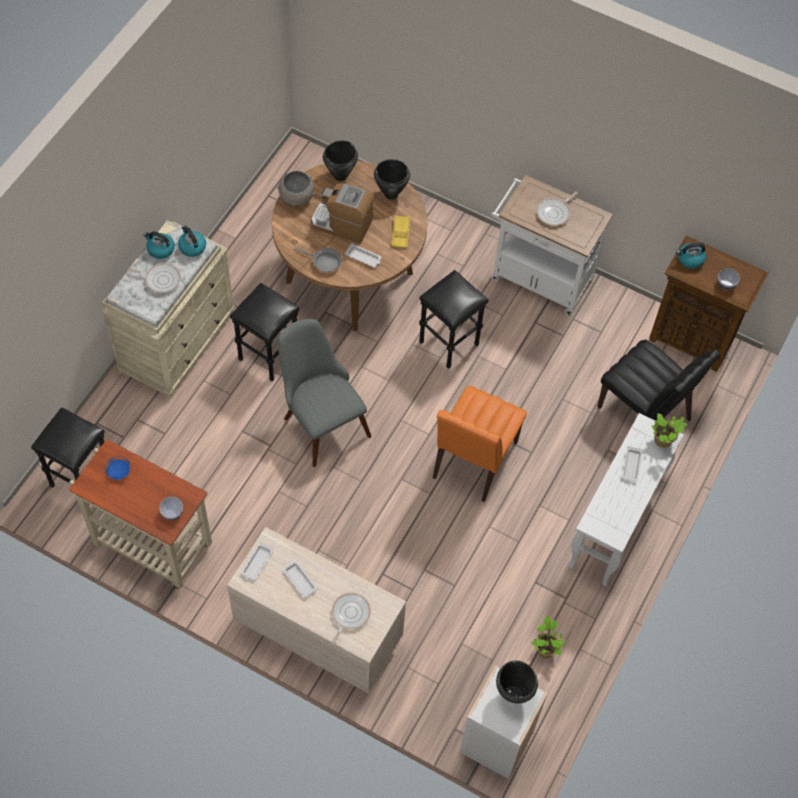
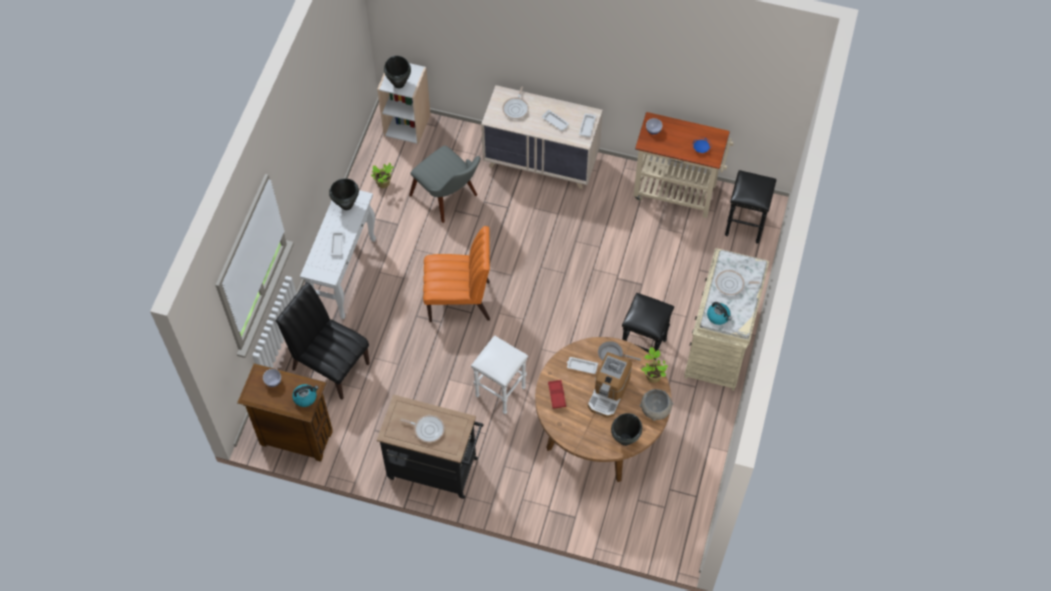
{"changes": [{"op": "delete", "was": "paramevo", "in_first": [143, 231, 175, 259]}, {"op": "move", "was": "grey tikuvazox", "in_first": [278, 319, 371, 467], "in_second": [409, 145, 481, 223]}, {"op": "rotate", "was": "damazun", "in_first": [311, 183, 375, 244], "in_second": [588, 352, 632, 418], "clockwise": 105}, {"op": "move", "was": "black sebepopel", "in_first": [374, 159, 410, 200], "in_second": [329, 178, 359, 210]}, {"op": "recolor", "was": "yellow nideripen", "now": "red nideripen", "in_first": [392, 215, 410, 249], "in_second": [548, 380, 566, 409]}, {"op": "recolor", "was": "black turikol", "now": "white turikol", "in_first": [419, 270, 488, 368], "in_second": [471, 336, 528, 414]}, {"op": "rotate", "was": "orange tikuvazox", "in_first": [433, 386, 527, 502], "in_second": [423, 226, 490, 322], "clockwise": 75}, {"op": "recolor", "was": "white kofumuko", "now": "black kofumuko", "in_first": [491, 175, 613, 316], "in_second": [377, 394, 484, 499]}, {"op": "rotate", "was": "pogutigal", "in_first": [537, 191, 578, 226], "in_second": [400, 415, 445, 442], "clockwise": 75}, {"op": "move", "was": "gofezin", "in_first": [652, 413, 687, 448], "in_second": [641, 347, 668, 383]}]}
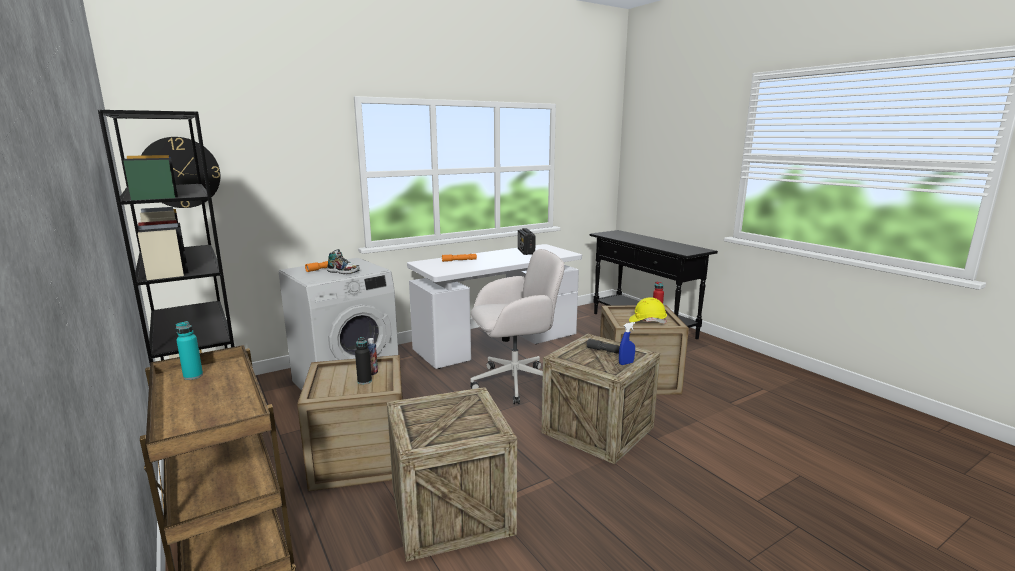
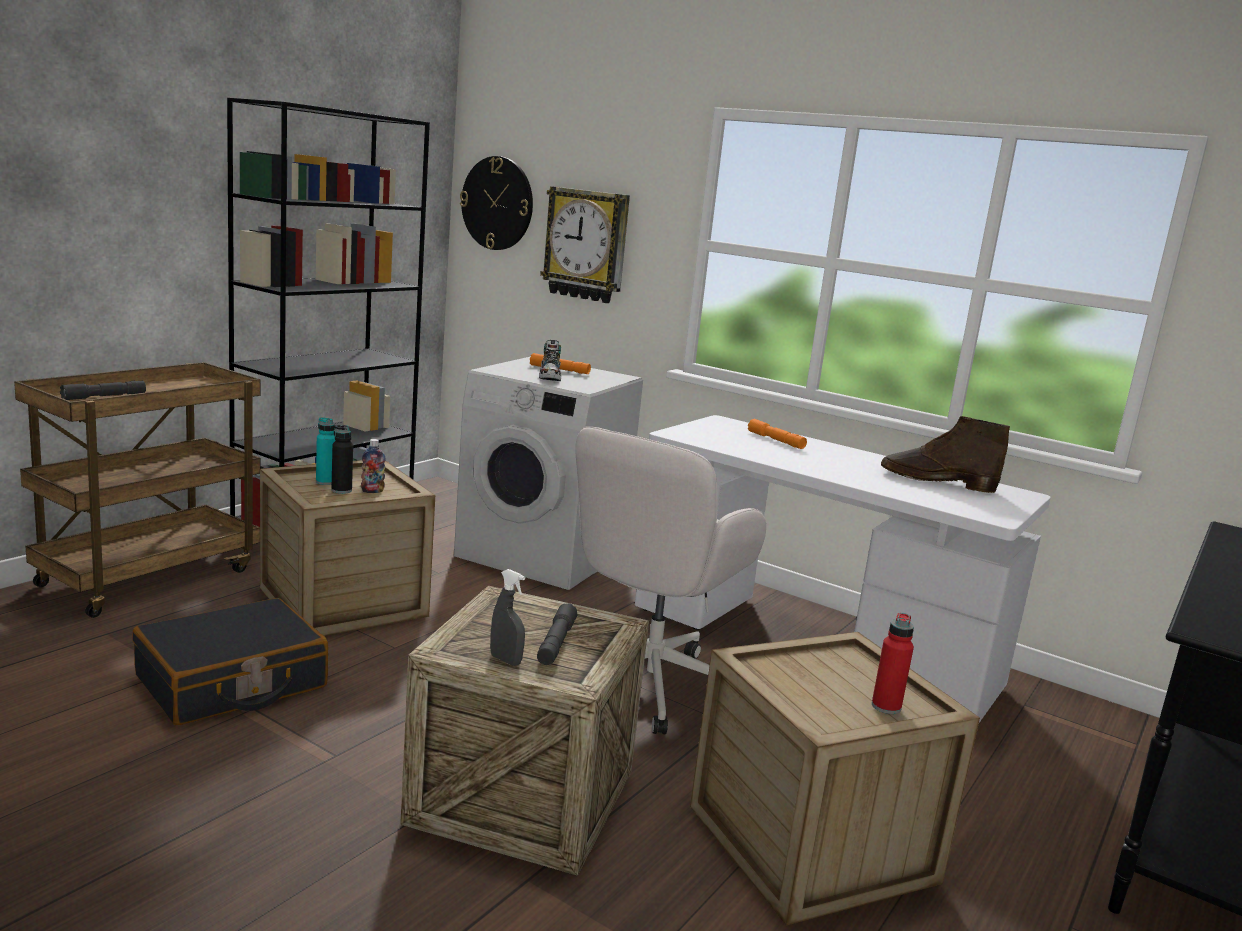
{"changes": [{"op": "move", "was": "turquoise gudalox", "in_first": [176, 321, 203, 380], "in_second": [316, 417, 335, 485]}, {"op": "replace", "was": "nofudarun", "now": "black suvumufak", "in_first": [387, 387, 517, 562], "in_second": [132, 598, 328, 725]}, {"op": "rotate", "was": "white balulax", "in_first": [470, 249, 565, 404], "in_second": [575, 426, 766, 734], "clockwise": 75}, {"op": "replace", "was": "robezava", "now": "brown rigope", "in_first": [518, 228, 536, 255], "in_second": [881, 416, 1010, 493]}, {"op": "recolor", "was": "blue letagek", "now": "grey letagek", "in_first": [619, 322, 635, 365], "in_second": [490, 569, 525, 666]}, {"op": "delete", "was": "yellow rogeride", "in_first": [629, 297, 667, 324]}, {"op": "insert", "now": "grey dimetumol", "in_second": [60, 381, 146, 400]}, {"op": "insert", "now": "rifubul", "in_second": [540, 186, 630, 303]}]}
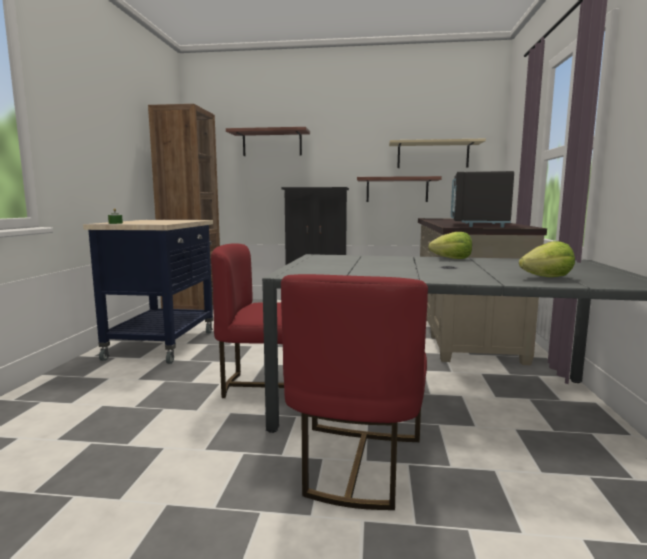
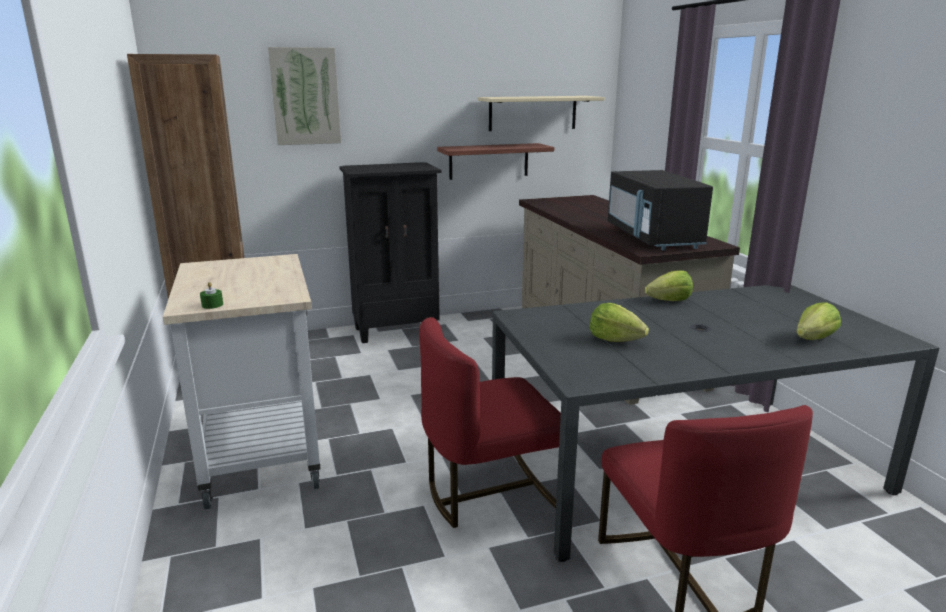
{"changes": [{"op": "recolor", "was": "blue kofumuko", "now": "white kofumuko", "in_first": [83, 220, 213, 364], "in_second": [163, 254, 320, 509]}, {"op": "replace", "was": "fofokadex", "now": "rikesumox", "in_first": [226, 127, 310, 156], "in_second": [268, 47, 341, 145]}, {"op": "insert", "now": "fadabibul", "in_second": [590, 303, 649, 342]}]}
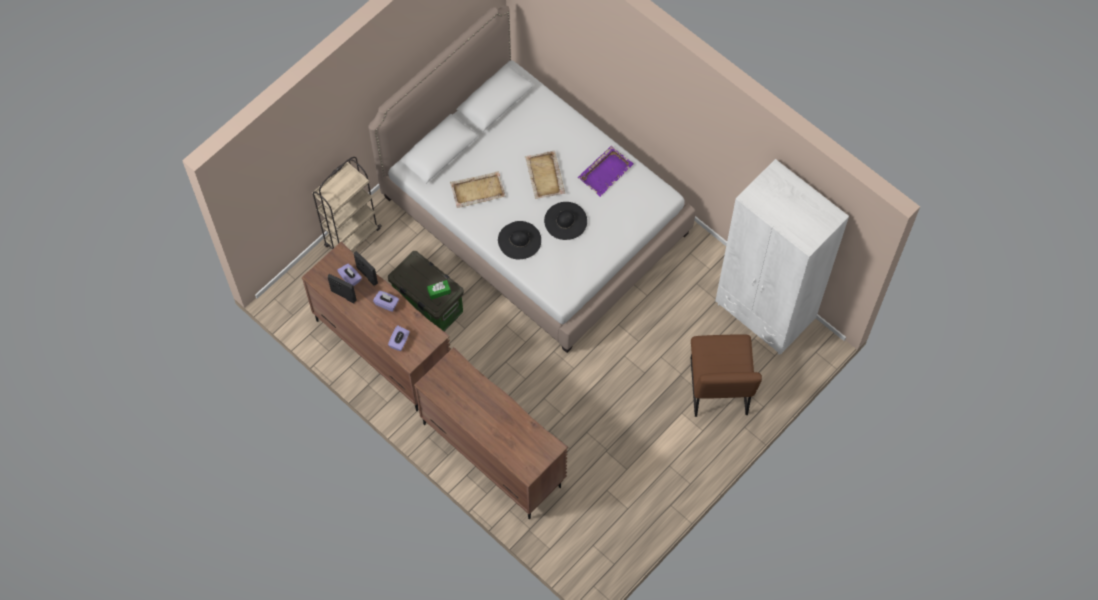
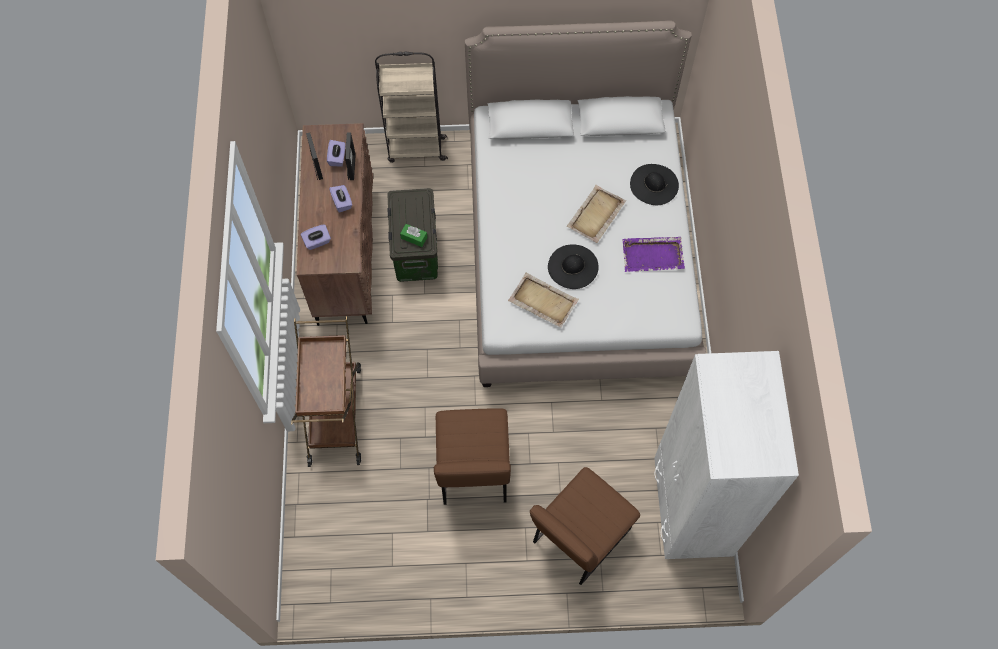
{"changes": [{"op": "replace", "was": "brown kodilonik", "now": "brown kofumuko", "in_first": [414, 347, 568, 519], "in_second": [291, 316, 362, 467]}, {"op": "move", "was": "beige nideripen", "in_first": [450, 171, 506, 208], "in_second": [508, 273, 579, 328]}, {"op": "move", "was": "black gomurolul", "in_first": [498, 221, 541, 259], "in_second": [630, 164, 679, 205]}, {"op": "insert", "now": "brown tikuvazox", "in_second": [434, 408, 511, 505]}]}
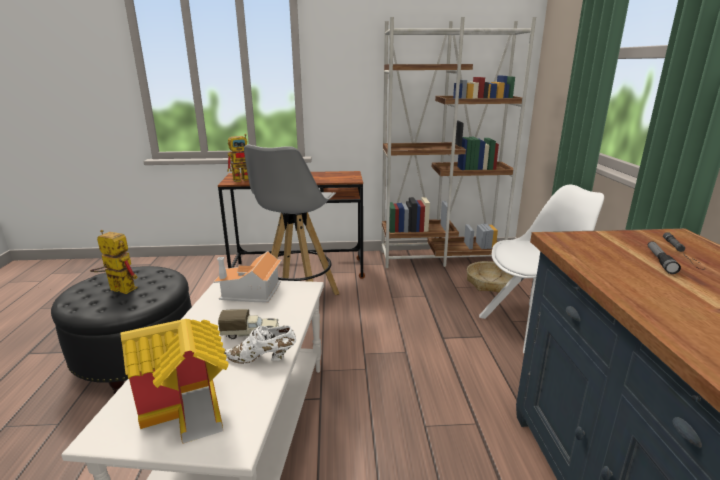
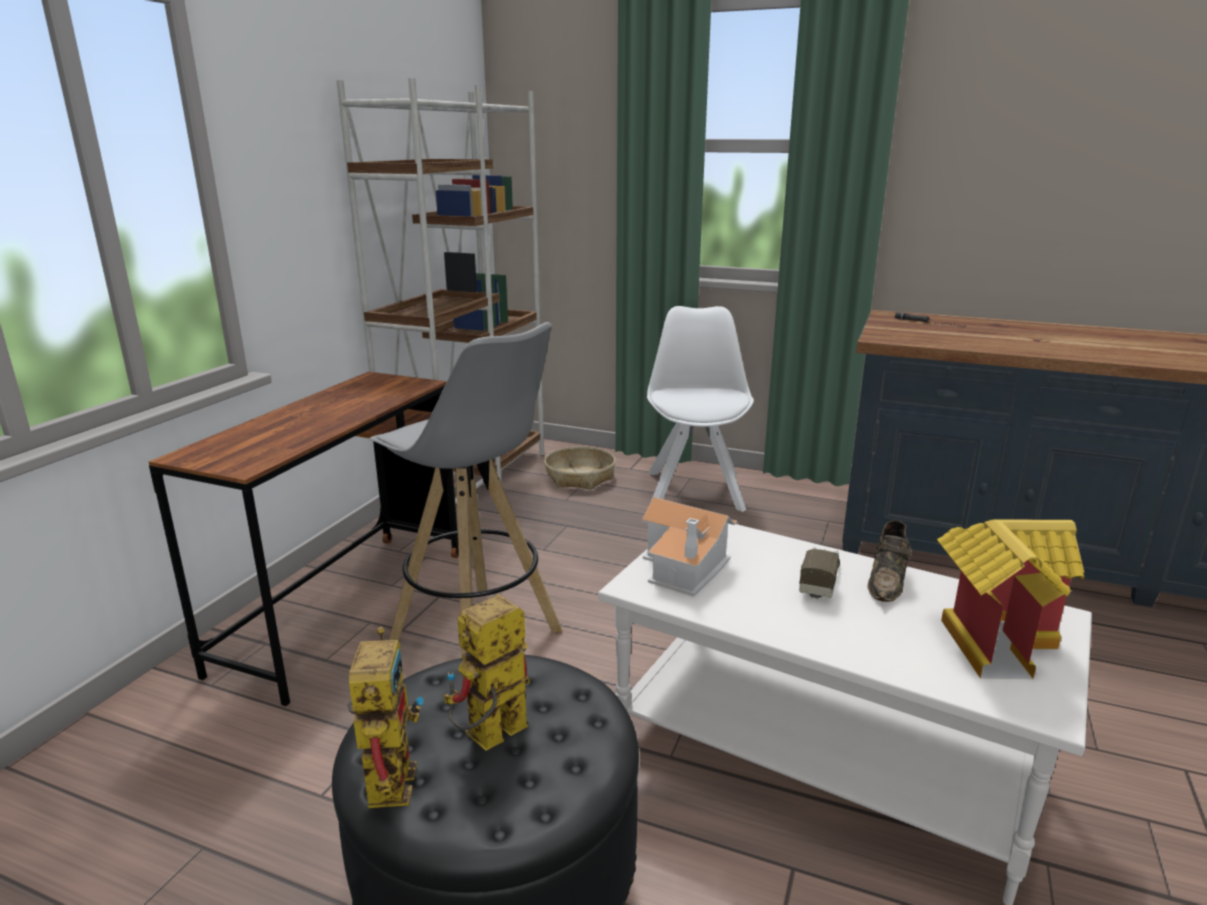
{"changes": [{"op": "recolor", "was": "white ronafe", "now": "brown ronafe", "in_first": [224, 326, 296, 364], "in_second": [867, 520, 912, 602]}, {"op": "move", "was": "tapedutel", "in_first": [227, 134, 249, 182], "in_second": [348, 627, 424, 808]}, {"op": "delete", "was": "dimetumol", "in_first": [648, 241, 681, 274]}]}
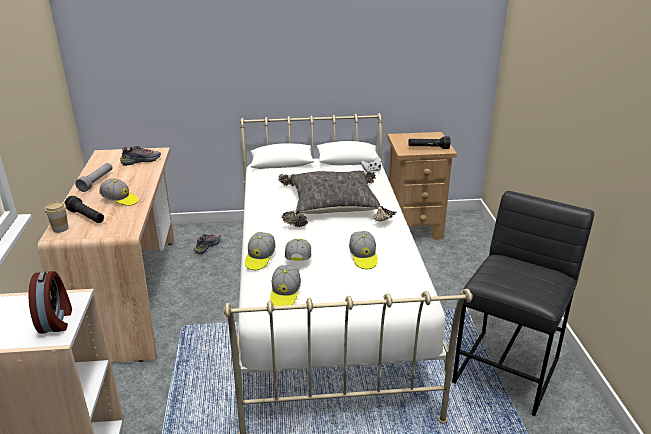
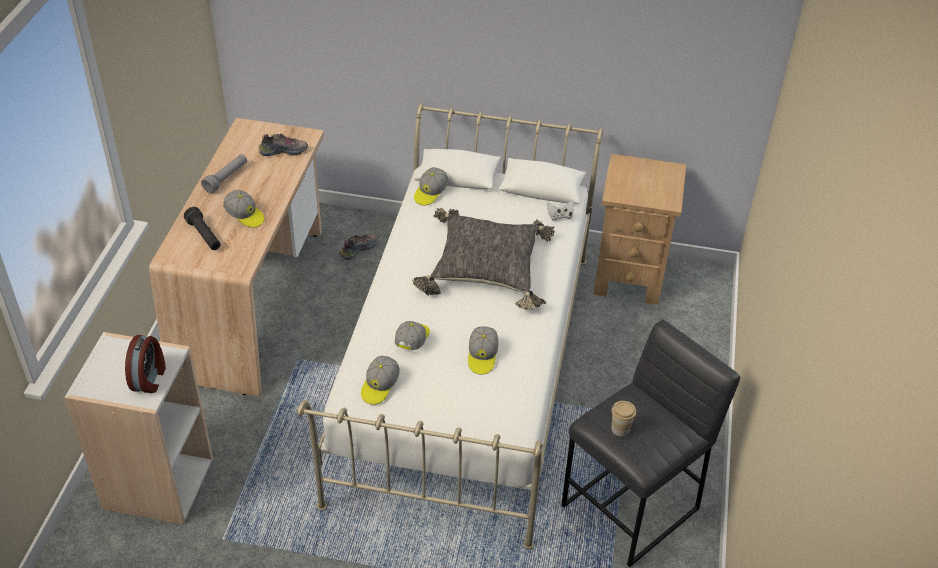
{"changes": [{"op": "move", "was": "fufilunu", "in_first": [45, 202, 69, 233], "in_second": [611, 401, 636, 437]}, {"op": "move", "was": "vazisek", "in_first": [245, 232, 276, 270], "in_second": [414, 167, 449, 206]}, {"op": "delete", "was": "black dimetumol", "in_first": [409, 137, 450, 149]}]}
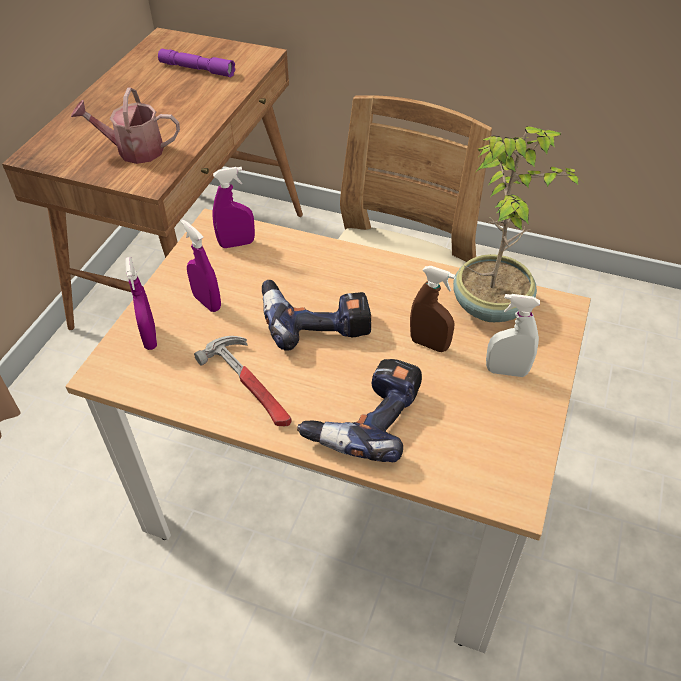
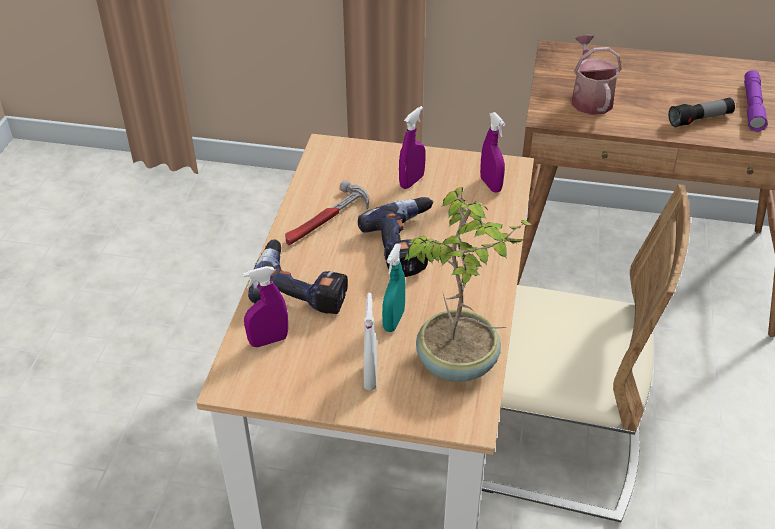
{"changes": [{"op": "move", "was": "purple letagek", "in_first": [125, 257, 157, 350], "in_second": [243, 266, 288, 347]}, {"op": "recolor", "was": "brown letagek", "now": "turquoise letagek", "in_first": [410, 266, 456, 352], "in_second": [382, 244, 405, 332]}, {"op": "insert", "now": "dimetumol", "in_second": [668, 98, 735, 127]}]}
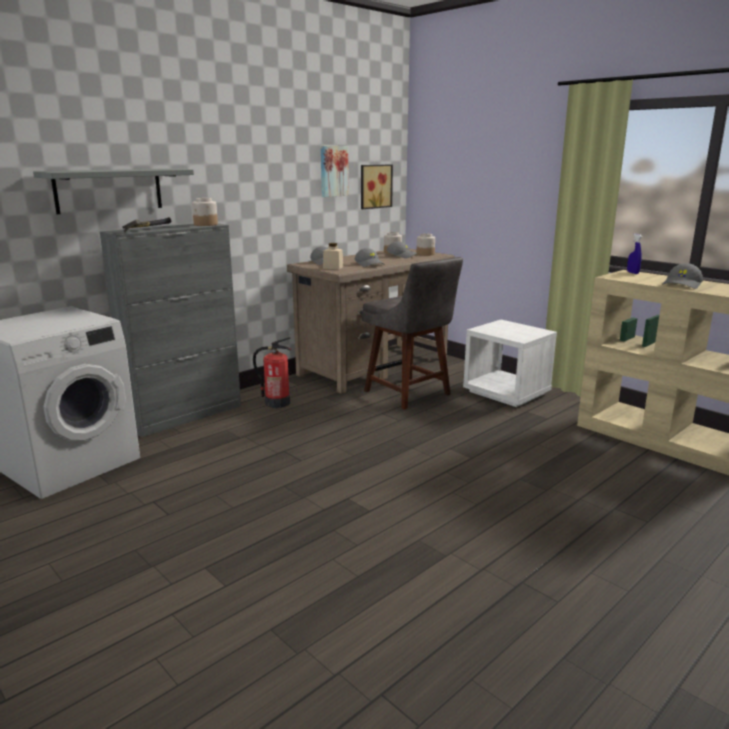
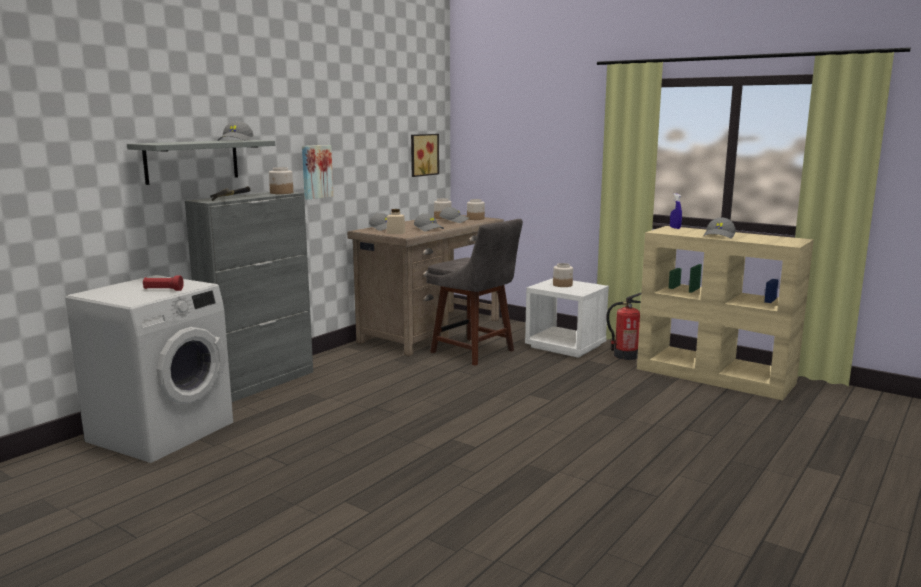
{"changes": [{"op": "move", "was": "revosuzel", "in_first": [253, 337, 291, 408], "in_second": [607, 293, 641, 360]}, {"op": "move", "was": "rikesumox", "in_first": [321, 146, 349, 197], "in_second": [302, 145, 333, 200]}, {"op": "insert", "now": "red dimetumol", "in_second": [143, 275, 184, 291]}, {"op": "insert", "now": "grey vazisek", "in_second": [217, 121, 253, 141]}, {"op": "insert", "now": "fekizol", "in_second": [553, 263, 573, 287]}]}
